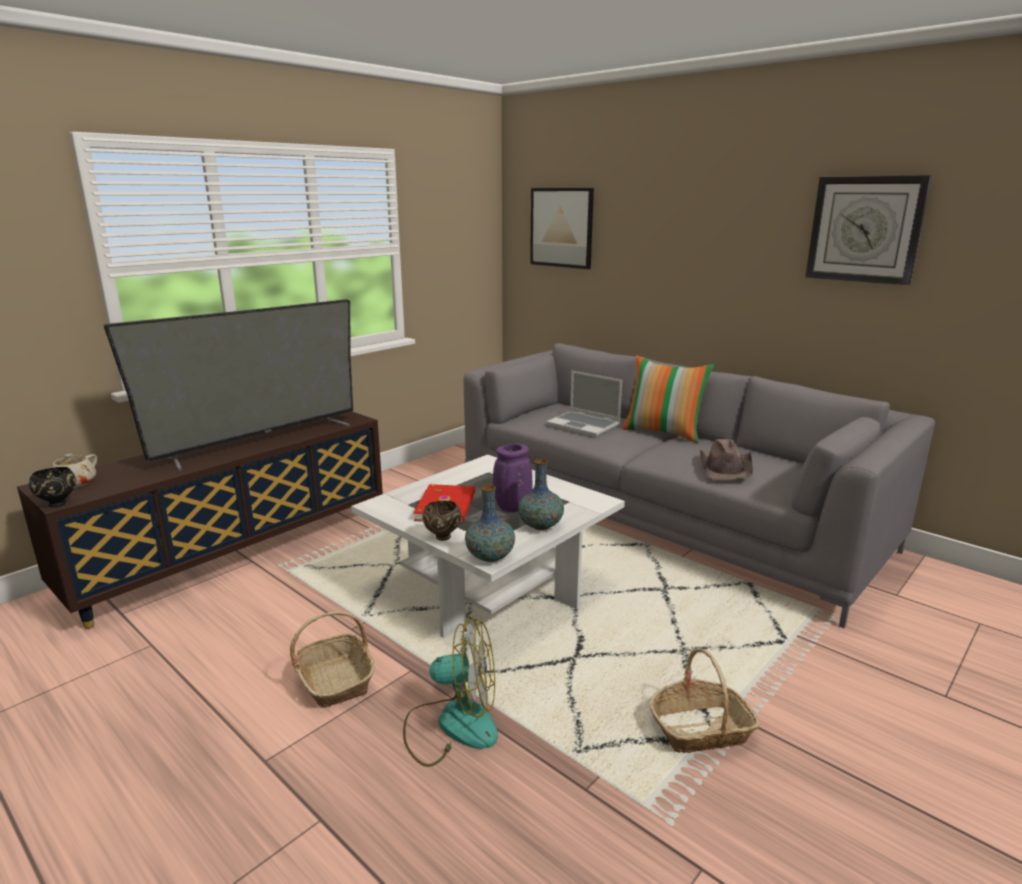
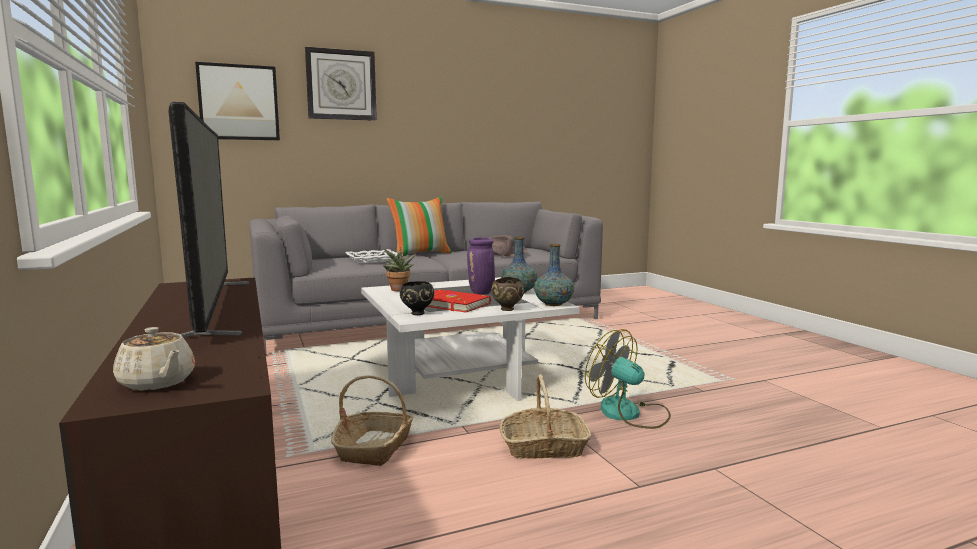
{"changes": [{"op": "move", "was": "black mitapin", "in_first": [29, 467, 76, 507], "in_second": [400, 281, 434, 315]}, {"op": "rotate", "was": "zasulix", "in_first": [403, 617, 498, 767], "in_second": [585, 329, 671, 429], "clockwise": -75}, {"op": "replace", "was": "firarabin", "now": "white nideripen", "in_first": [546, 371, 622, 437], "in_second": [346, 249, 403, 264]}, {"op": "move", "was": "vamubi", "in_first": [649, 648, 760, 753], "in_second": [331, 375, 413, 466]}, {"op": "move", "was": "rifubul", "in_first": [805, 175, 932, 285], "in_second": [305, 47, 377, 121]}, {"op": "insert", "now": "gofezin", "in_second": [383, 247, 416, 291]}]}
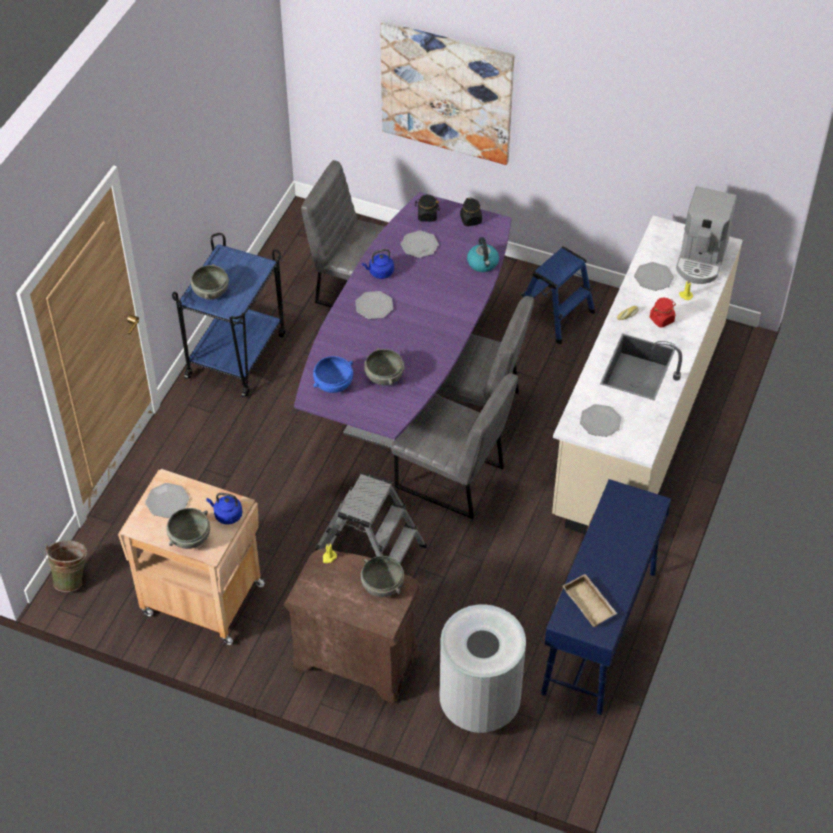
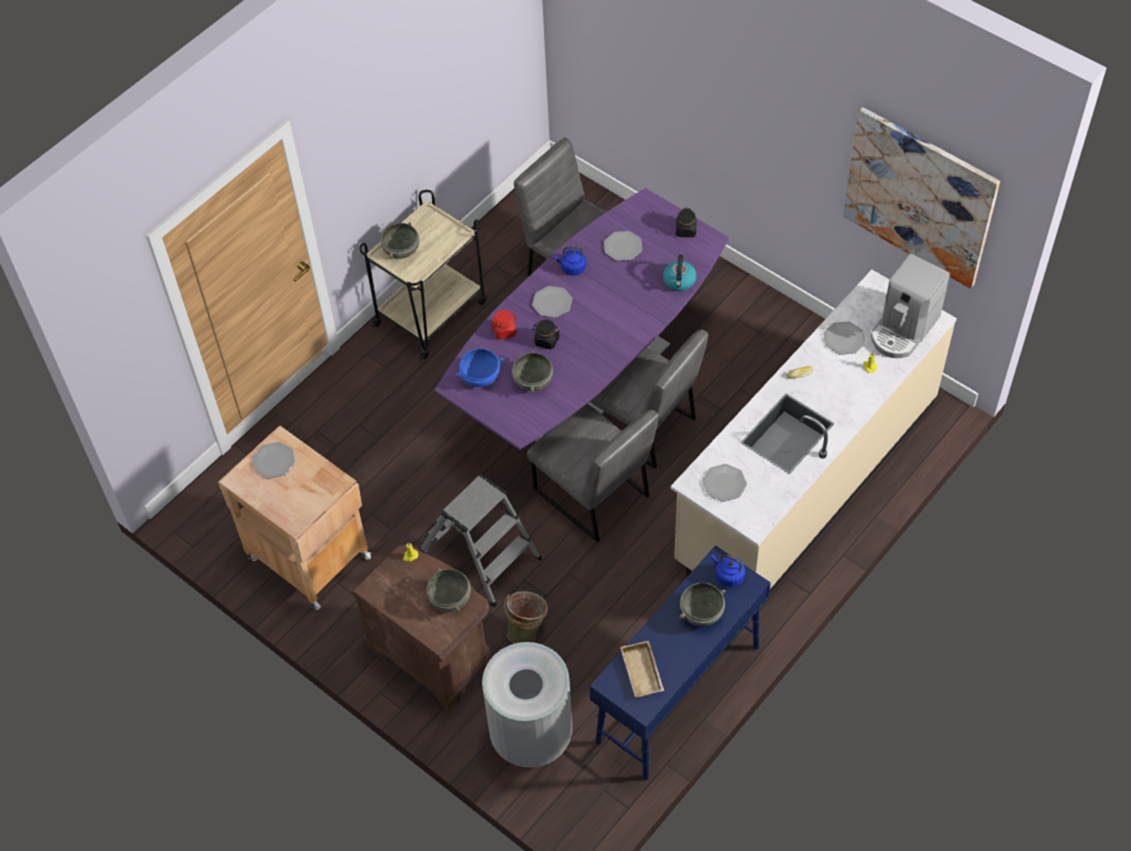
{"changes": [{"op": "move", "was": "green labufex", "in_first": [44, 540, 87, 592], "in_second": [504, 591, 548, 644]}, {"op": "move", "was": "grey mitapin", "in_first": [166, 508, 210, 549], "in_second": [679, 583, 726, 626]}, {"op": "recolor", "was": "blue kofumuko", "now": "beige kofumuko", "in_first": [172, 233, 286, 398], "in_second": [359, 190, 487, 360]}, {"op": "move", "was": "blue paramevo", "in_first": [207, 493, 242, 525], "in_second": [711, 554, 745, 587]}, {"op": "move", "was": "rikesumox", "in_first": [380, 21, 514, 165], "in_second": [843, 107, 1000, 289]}, {"op": "move", "was": "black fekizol", "in_first": [415, 195, 440, 222], "in_second": [532, 319, 560, 349]}, {"op": "delete", "was": "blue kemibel", "in_first": [522, 246, 595, 344]}, {"op": "move", "was": "red fekizol", "in_first": [650, 298, 676, 328], "in_second": [491, 310, 518, 340]}]}
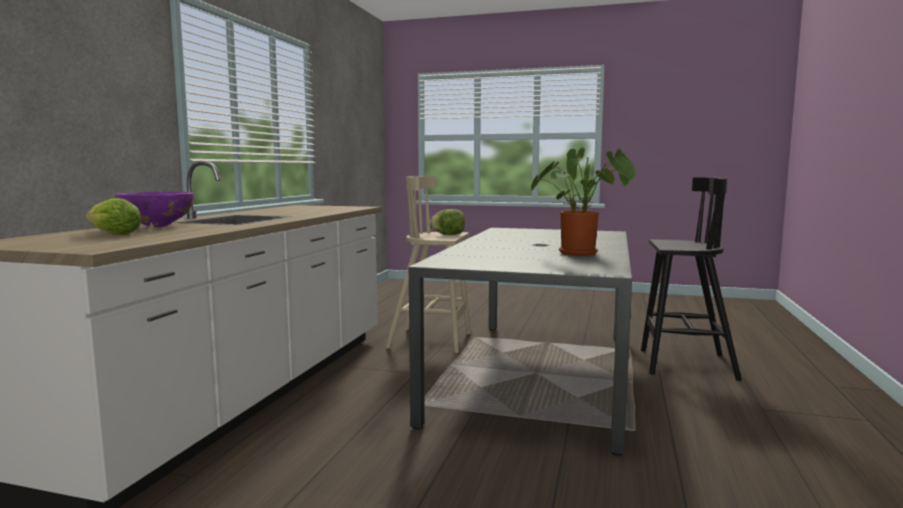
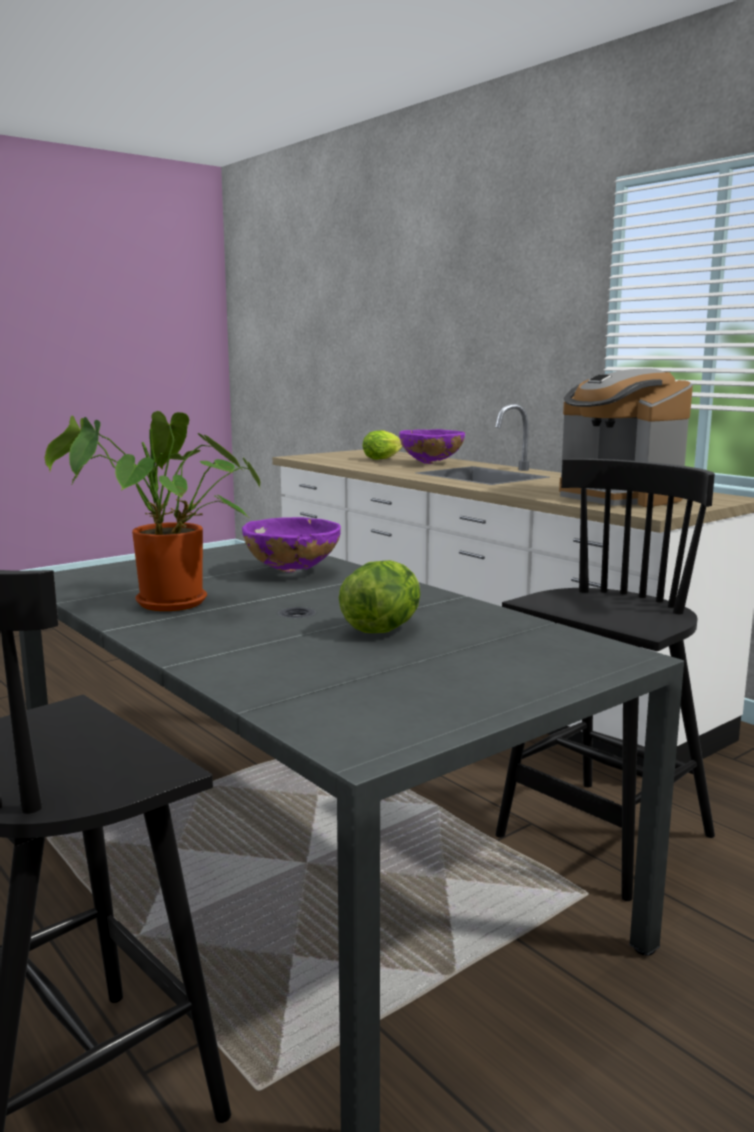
{"changes": [{"op": "recolor", "was": "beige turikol", "now": "black turikol", "in_first": [386, 176, 471, 353], "in_second": [496, 459, 715, 901]}, {"op": "move", "was": "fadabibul", "in_first": [429, 209, 465, 235], "in_second": [339, 560, 421, 633]}, {"op": "insert", "now": "purple mitapin", "in_second": [242, 517, 341, 572]}, {"op": "insert", "now": "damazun", "in_second": [559, 369, 693, 507]}]}
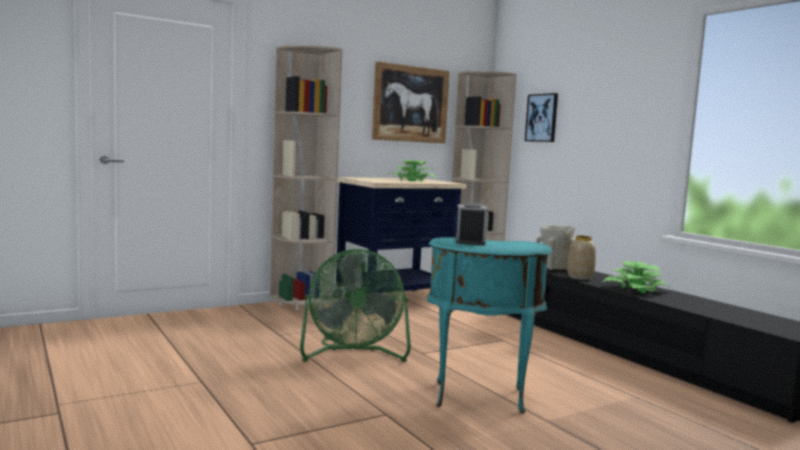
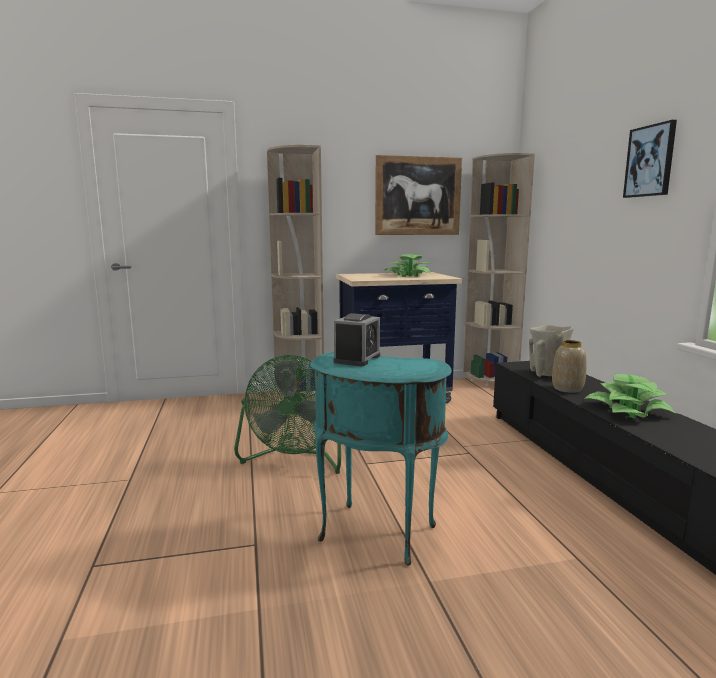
{"changes": [{"op": "move", "was": "rikesumox", "in_first": [525, 93, 558, 142], "in_second": [623, 120, 677, 198]}]}
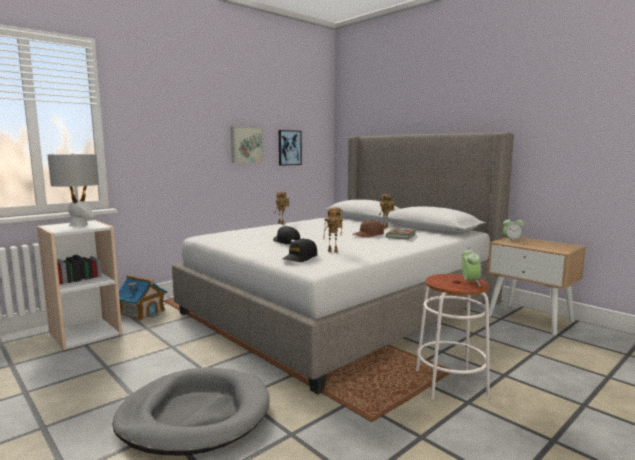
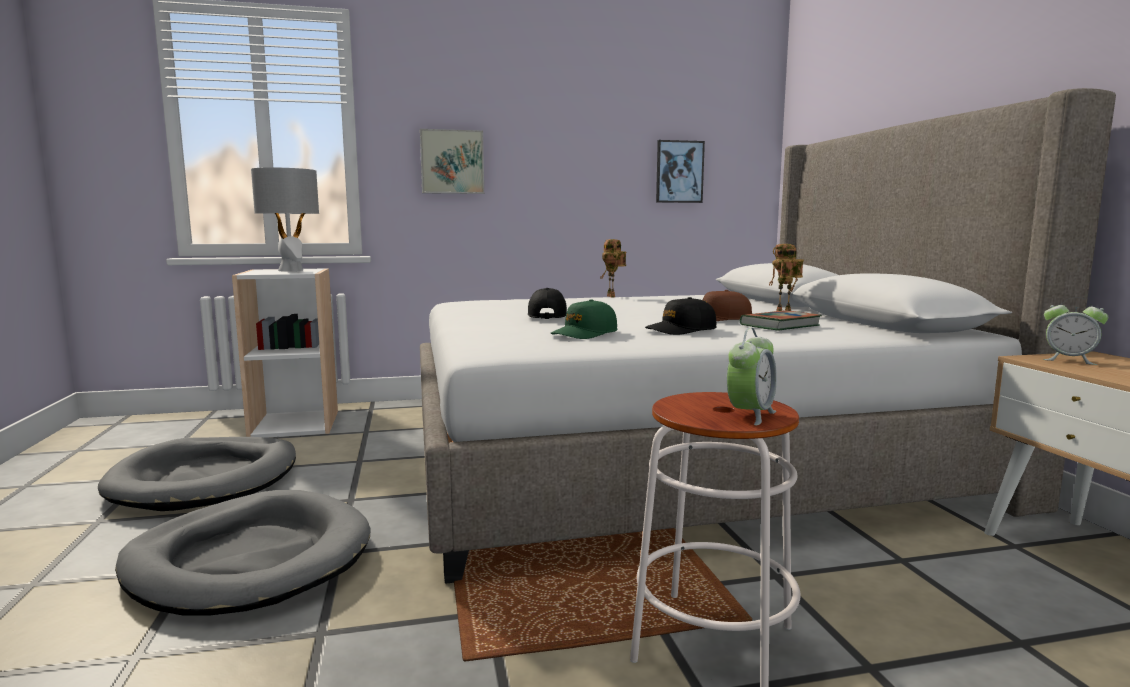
{"changes": [{"op": "delete", "was": "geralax", "in_first": [119, 275, 167, 321]}, {"op": "move", "was": "rikesumox", "in_first": [231, 126, 264, 163], "in_second": [420, 129, 484, 194]}, {"op": "move", "was": "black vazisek", "in_first": [282, 238, 318, 262], "in_second": [645, 297, 717, 335]}, {"op": "replace", "was": "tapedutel", "now": "green vazisek", "in_first": [323, 207, 343, 253], "in_second": [551, 299, 617, 339]}, {"op": "insert", "now": "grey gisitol", "in_second": [98, 437, 296, 511]}]}
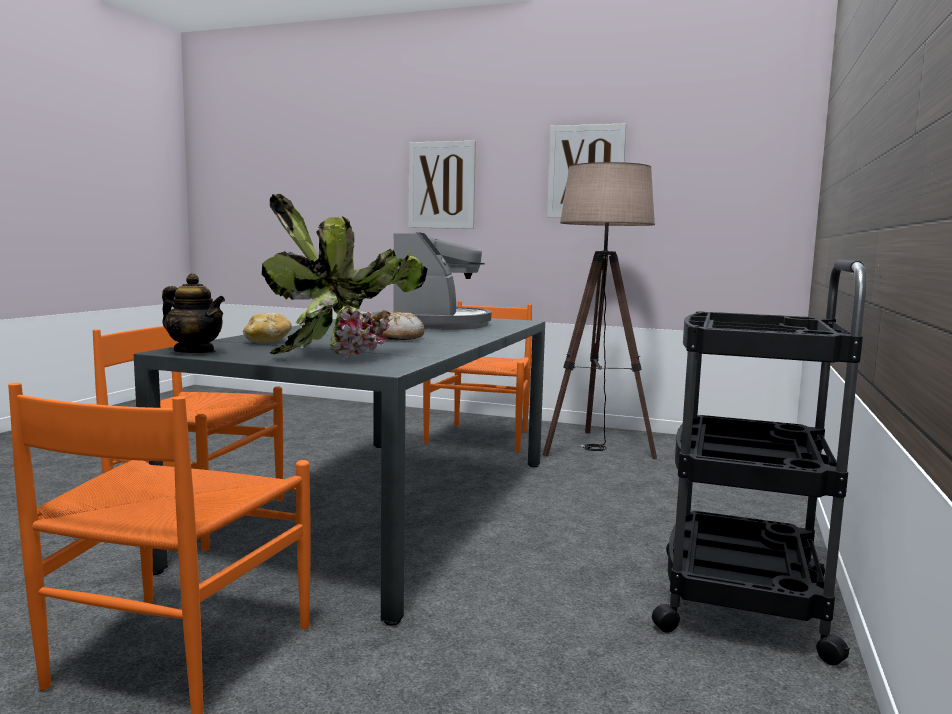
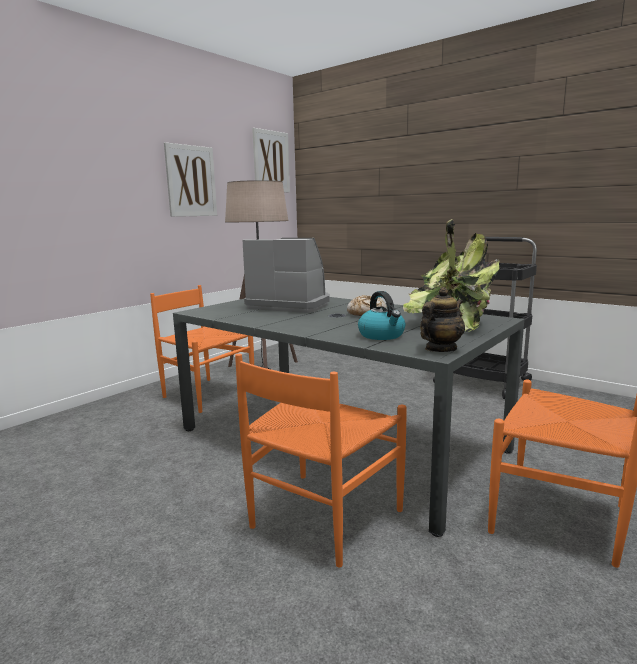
{"changes": [{"op": "replace", "was": "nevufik", "now": "paramevo", "in_first": [243, 313, 292, 342], "in_second": [358, 291, 405, 340]}, {"op": "move", "was": "rikesumox", "in_first": [409, 141, 476, 229], "in_second": [252, 128, 290, 192]}]}
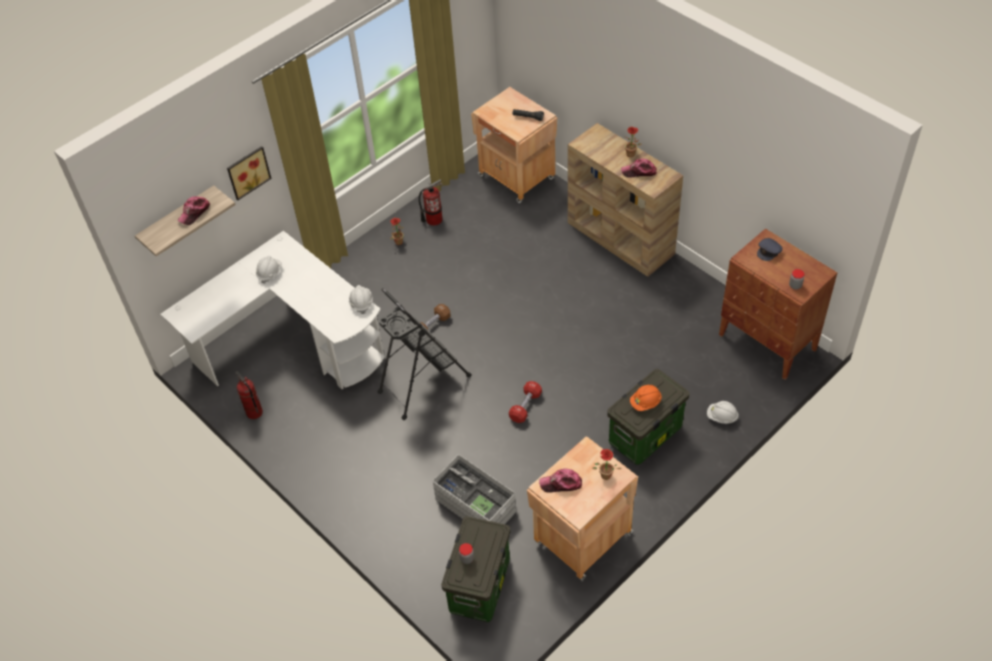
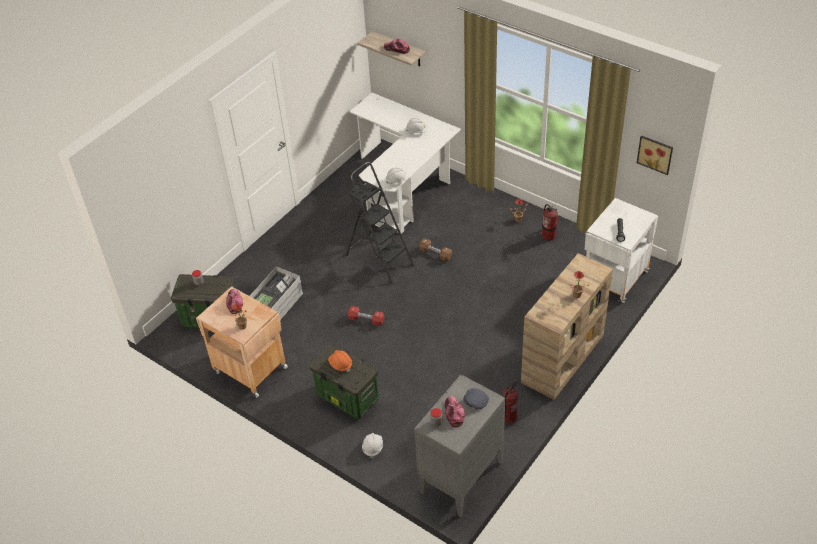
{"changes": [{"op": "move", "was": "rikesumox", "in_first": [227, 146, 272, 200], "in_second": [637, 135, 673, 175]}, {"op": "move", "was": "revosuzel", "in_first": [235, 371, 263, 419], "in_second": [503, 380, 518, 423]}, {"op": "recolor", "was": "brown kofumuko", "now": "white kofumuko", "in_first": [471, 87, 557, 204], "in_second": [585, 198, 658, 303]}, {"op": "move", "was": "vazisek", "in_first": [621, 159, 657, 178], "in_second": [445, 396, 465, 428]}, {"op": "recolor", "was": "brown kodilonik", "now": "grey kodilonik", "in_first": [719, 228, 838, 380], "in_second": [414, 375, 505, 517]}]}
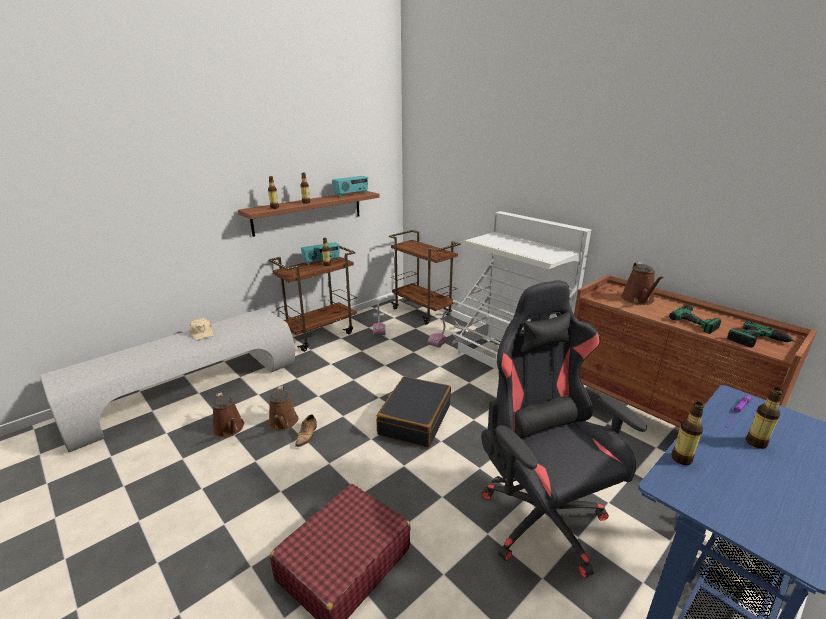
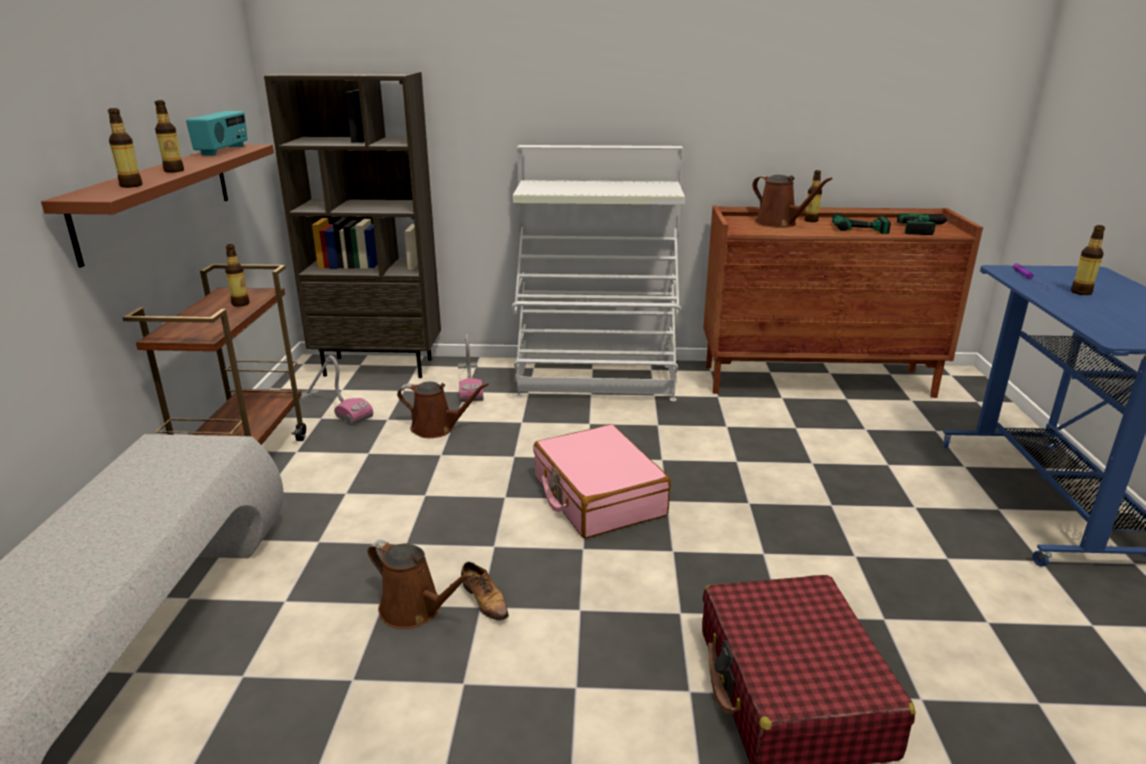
{"changes": [{"op": "delete", "was": "beige vazisek", "in_first": [190, 318, 214, 341]}, {"op": "move", "was": "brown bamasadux", "in_first": [213, 392, 244, 437], "in_second": [397, 382, 489, 438]}, {"op": "delete", "was": "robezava", "in_first": [301, 242, 340, 265]}, {"op": "recolor", "was": "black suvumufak", "now": "pink suvumufak", "in_first": [376, 376, 451, 448], "in_second": [533, 424, 671, 539]}, {"op": "replace", "was": "brown kofumuko", "now": "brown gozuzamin", "in_first": [389, 230, 460, 325], "in_second": [264, 72, 441, 378]}, {"op": "delete", "was": "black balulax", "in_first": [481, 281, 647, 578]}, {"op": "move", "was": "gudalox", "in_first": [671, 402, 705, 465], "in_second": [804, 170, 822, 222]}]}
